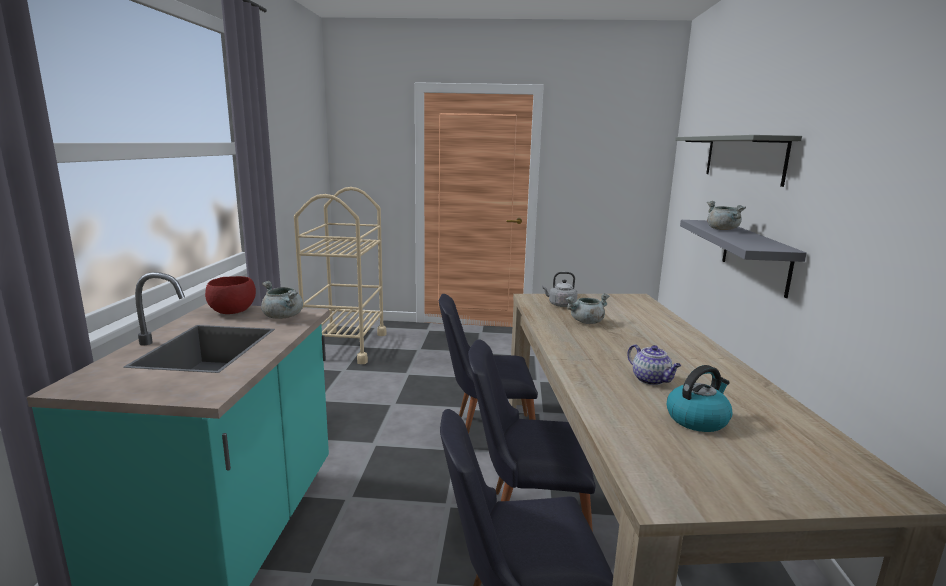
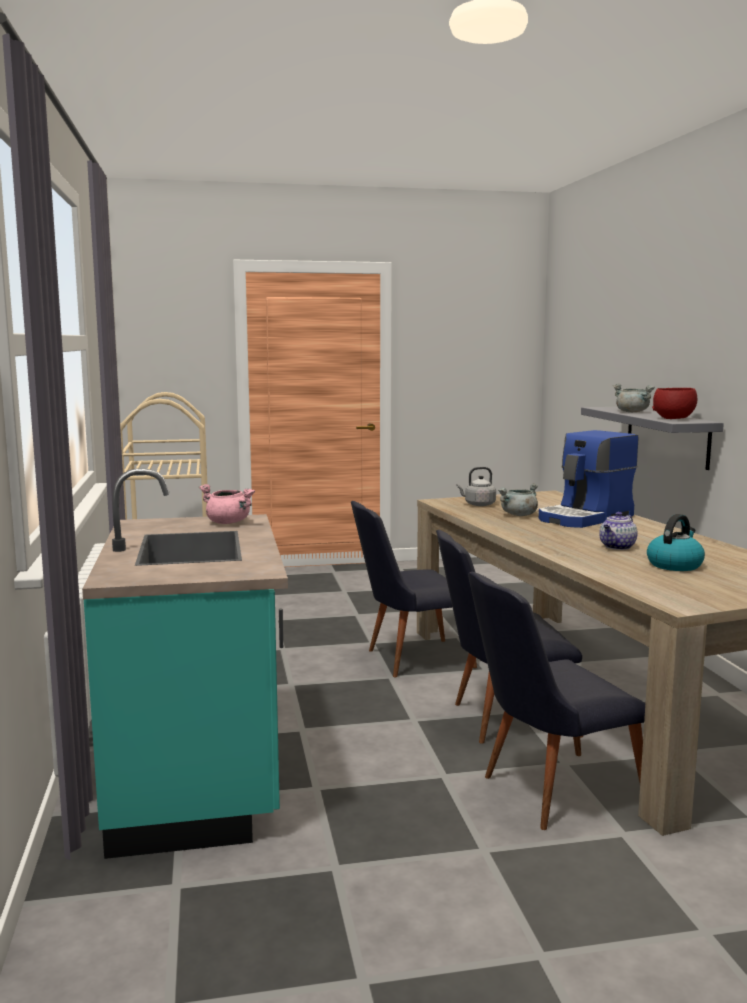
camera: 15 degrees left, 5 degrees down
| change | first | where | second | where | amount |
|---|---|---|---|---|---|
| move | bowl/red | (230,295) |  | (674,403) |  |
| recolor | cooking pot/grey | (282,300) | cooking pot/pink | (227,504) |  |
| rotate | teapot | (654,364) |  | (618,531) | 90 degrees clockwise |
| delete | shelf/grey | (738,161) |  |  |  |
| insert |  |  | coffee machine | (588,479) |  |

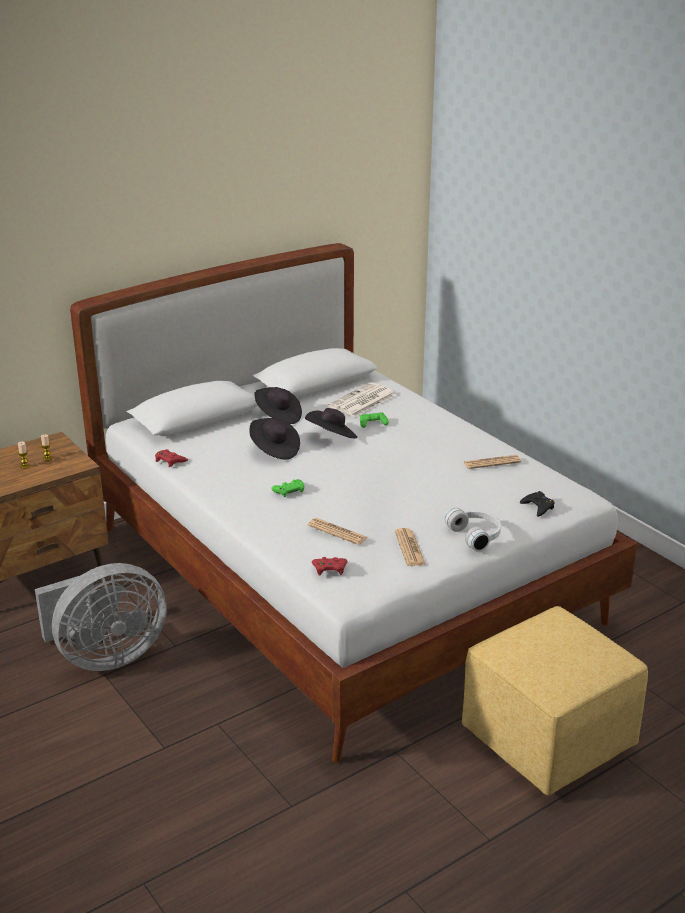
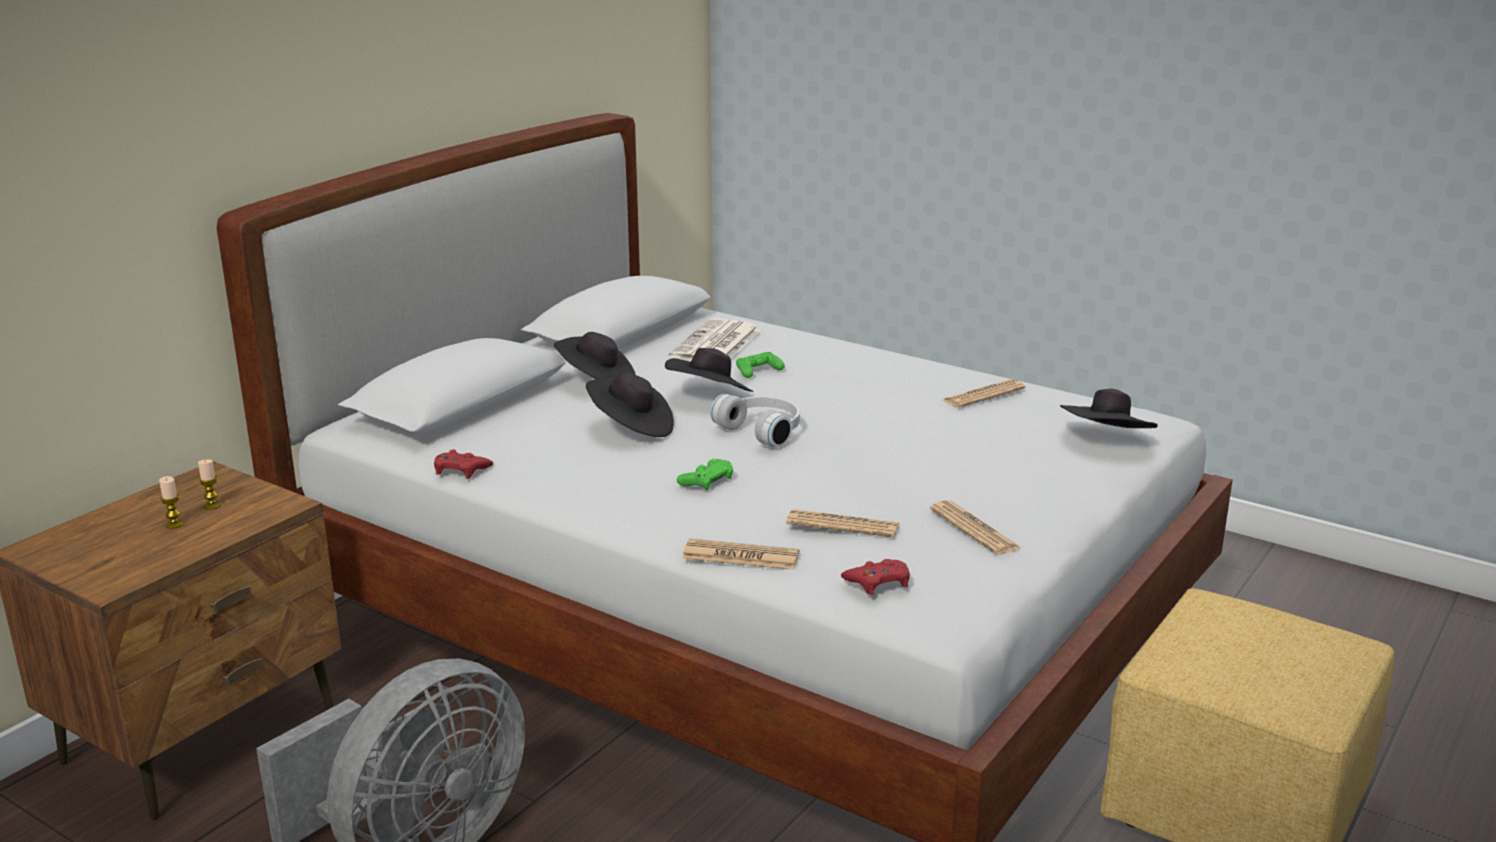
camera: 20 degrees left, 5 degrees down
| change | first | where | second | where | amount |
|---|---|---|---|---|---|
| move | headphones/white | (472,529) |  | (755,420) |  |
| replace | game controller/black | (537,504) | hat/black | (1109,408) |  |
| insert |  |  | newspaper | (740,554) |  |

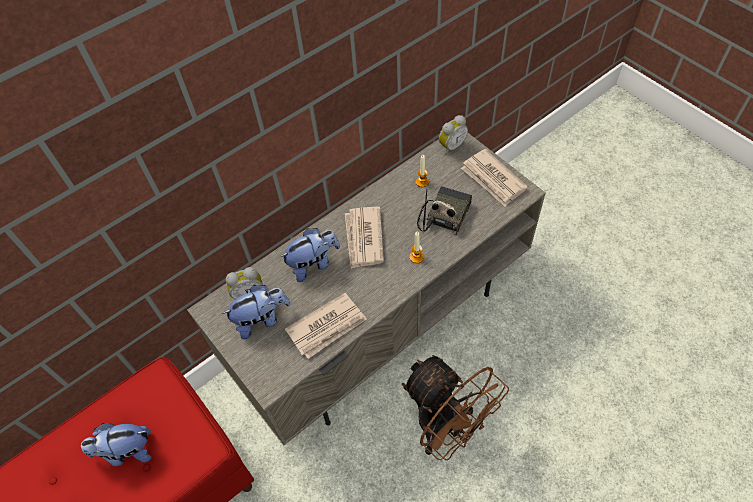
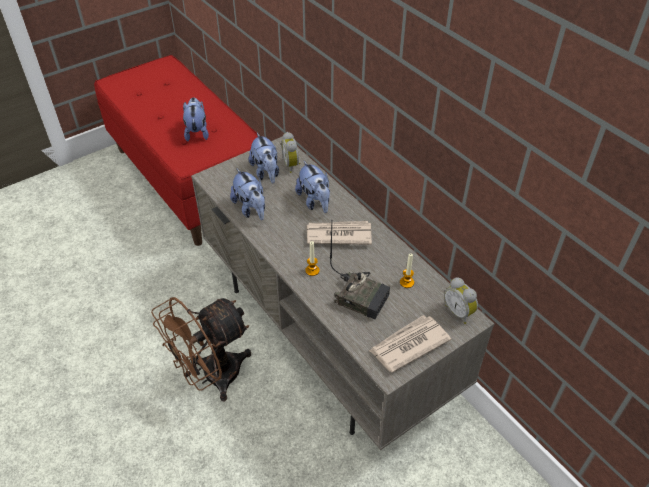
camera: 90 degrees right, 10 degrees down
| change | first | where | second | where | amount |
|---|---|---|---|---|---|
| replace | newspaper | (326,326) | plush toy | (247,194) |  |

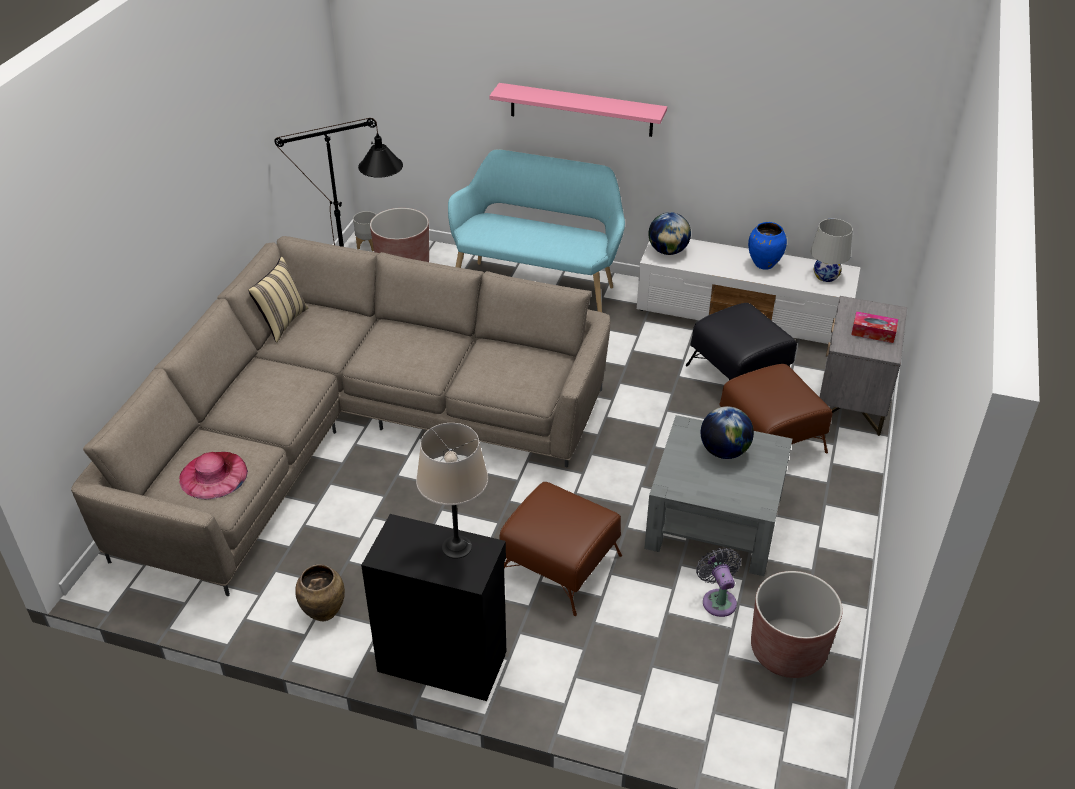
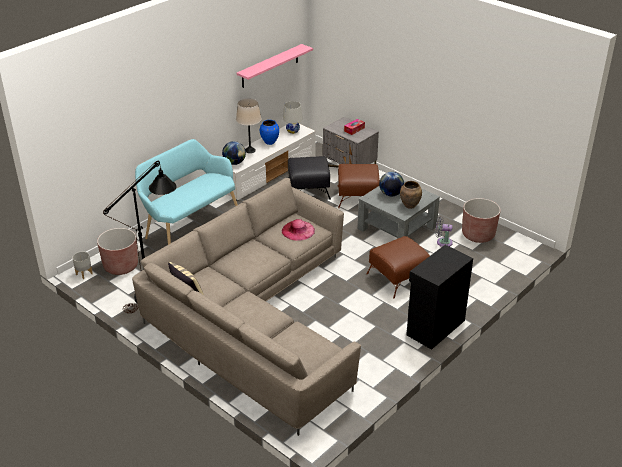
camera: 65 degrees left, 5 degrees down
| change | first | where | second | where | amount |
|---|---|---|---|---|---|
| move | hat/pink | (213,475) |  | (298,230) |  |
| move | vase/brown | (320,592) |  | (411,195) |  |
| move | table lamp/beige | (452,491) |  | (249,125) |  |
| move | shelf/pink | (578,110) |  | (275,66) |  |

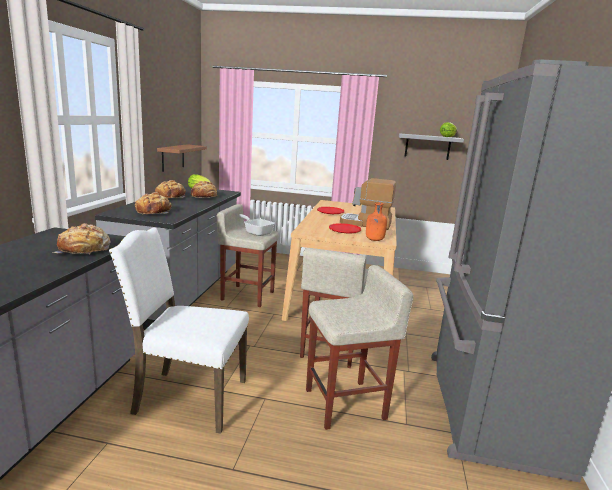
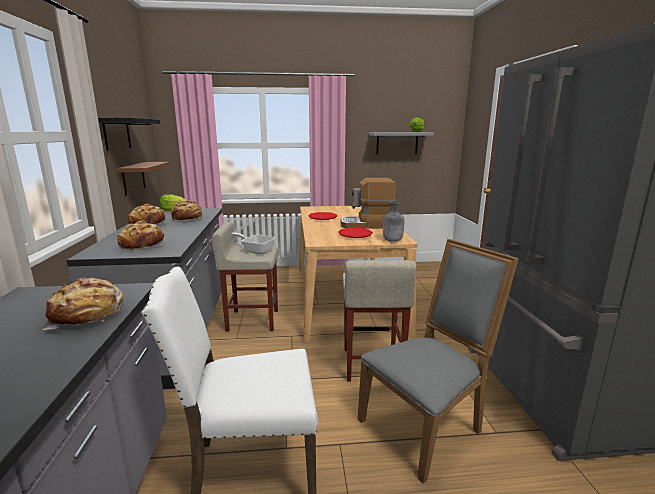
camera: 15 degrees left, 0 degrees up
| change | first | where | second | where | amount |
|---|---|---|---|---|---|
| replace | stool/beige | (359,347) | chair/grey | (438,361) |  |
| recolor | bottle/orange | (376,221) | bottle/grey | (393,221) |  |
| insert |  |  | shelf/black | (129,134) |  |

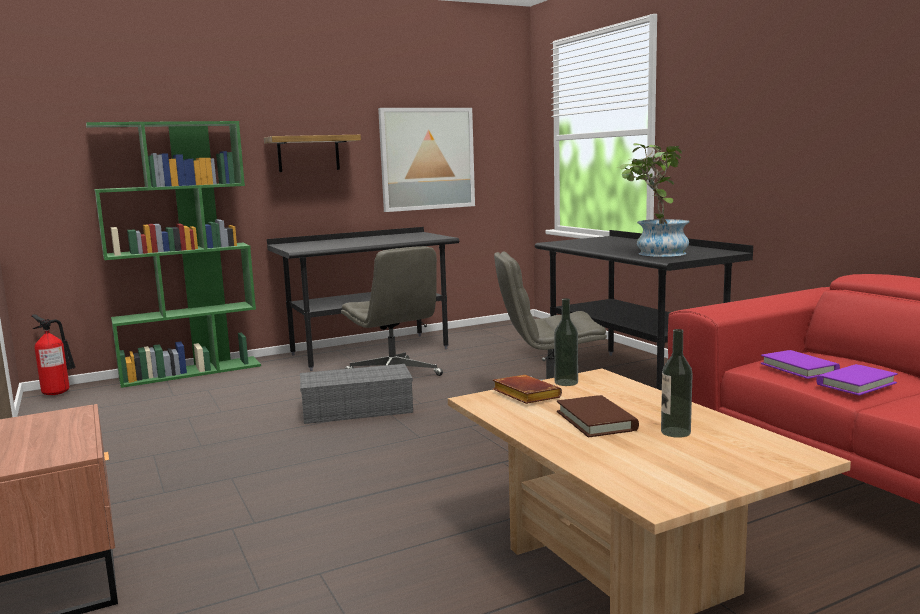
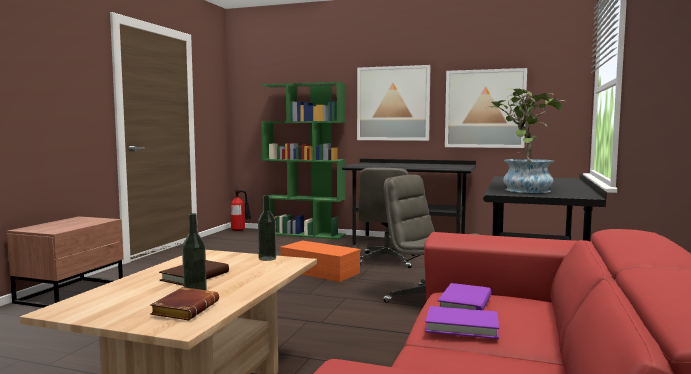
camera: 45 degrees right, 5 degrees down
| change | first | where | second | where | amount |
|---|---|---|---|---|---|
| replace | shelf | (312,153) | picture | (394,103) |  |
| recolor | storage box/grey | (356,394) | storage box/orange | (320,261) |  |
| move | book/brown | (527,389) |  | (184,303) |  |

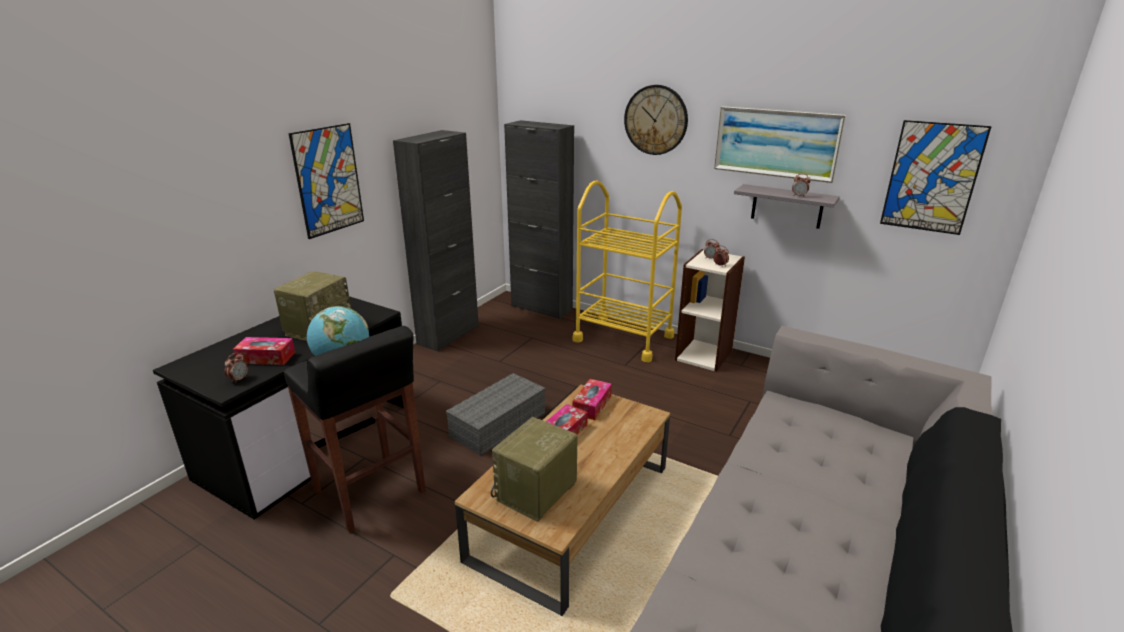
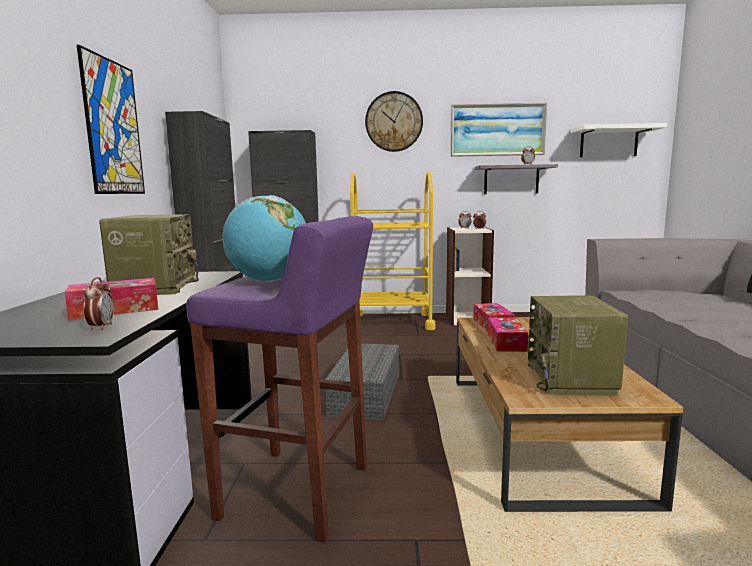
camera: 30 degrees left, 15 degrees down
| change | first | where | second | where | amount |
|---|---|---|---|---|---|
| recolor | stool/black | (354,429) | stool/purple | (279,379) |  |
| replace | picture | (936,177) | shelf/white | (619,140) |  |

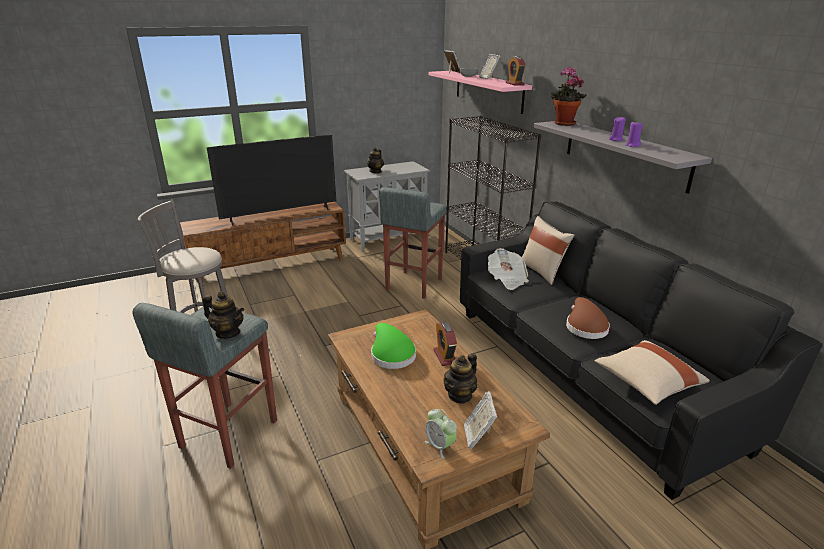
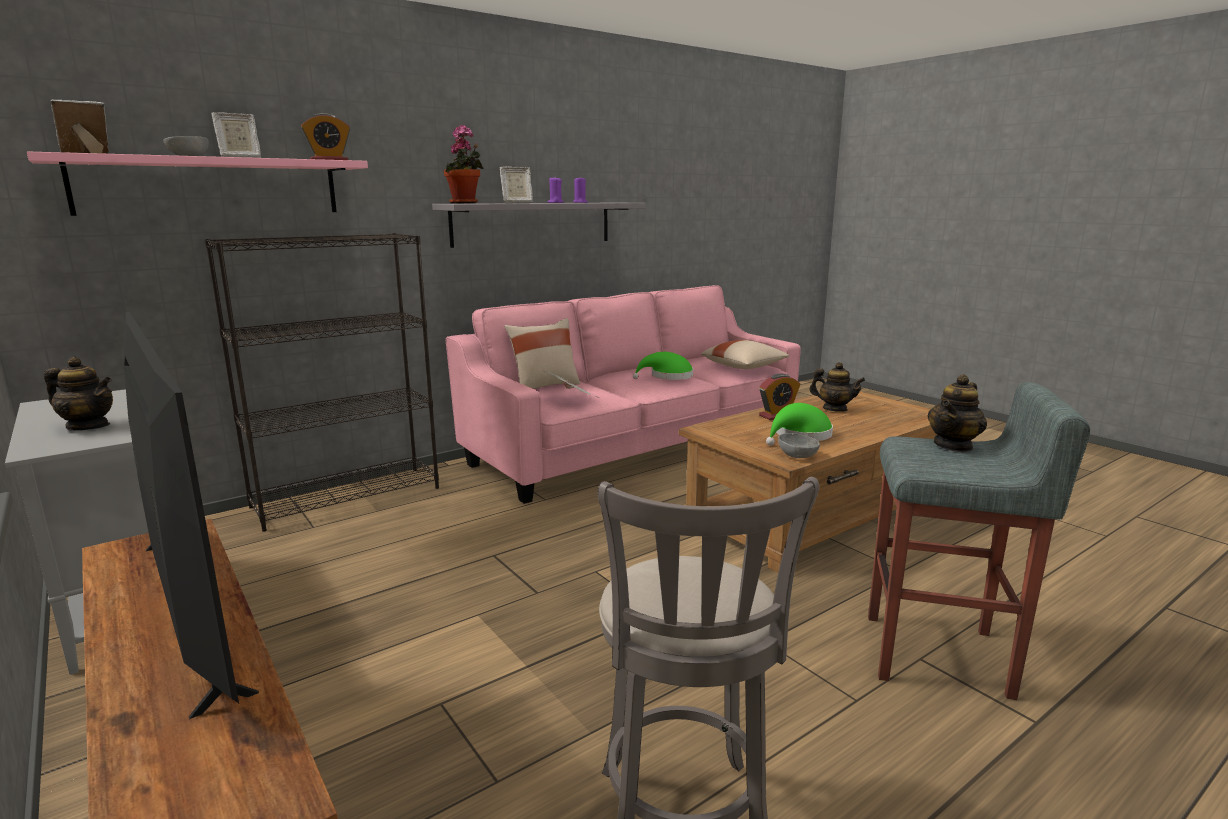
camera: 100 degrees left, 10 degrees down
| change | first | where | second | where | amount |
|---|---|---|---|---|---|
| rotate | teapot | (223,315) |  | (957,413) | 150 degrees counterclockwise |
| delete | stool/grey | (412,243) |  |  |  |
| delete | alarm clock | (441,434) |  |  |  |
| recolor | sofa/black | (641,350) | sofa/pink | (623,394) |  |
| move | picture frame | (480,420) |  | (516,185) |  |
| recolor | hat/brown | (588,318) | hat/green | (663,366) |  |
| insert |  |  | bowl/grey | (799,445) |  |

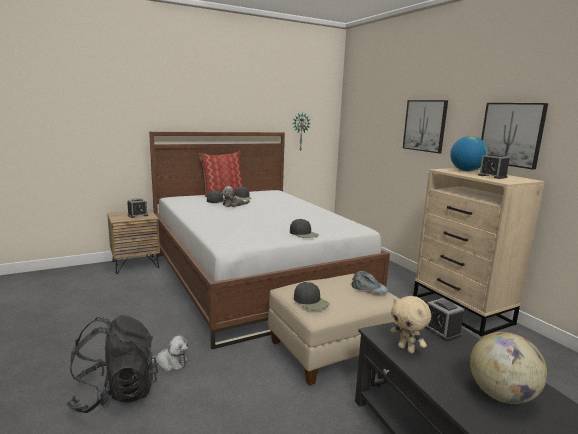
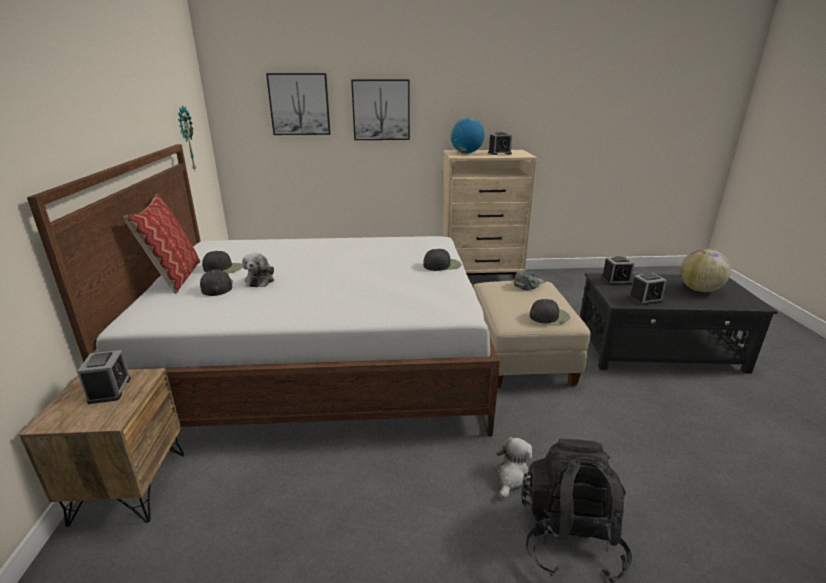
camera: 65 degrees left, 10 degrees up
| change | first | where | second | where | amount |
|---|---|---|---|---|---|
| replace | plush toy/beige | (410,325) | alarm clock | (647,289) |  |
| move | picture | (514,136) |  | (298,104) |  |

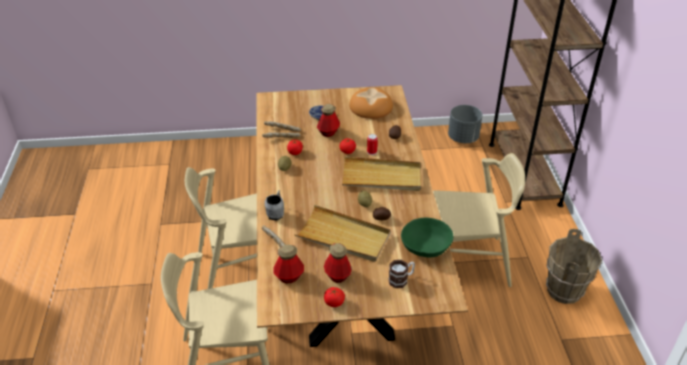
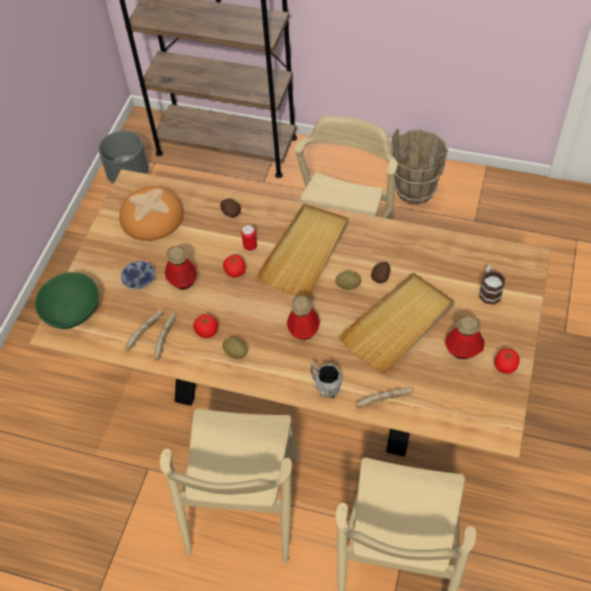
camera: 65 degrees left, 15 degrees up
| change | first | where | second | where | amount |
|---|---|---|---|---|---|
| move | bottle | (288,264) |  | (303,317) |  |
| move | bowl/green | (427,237) |  | (67,300) |  |

